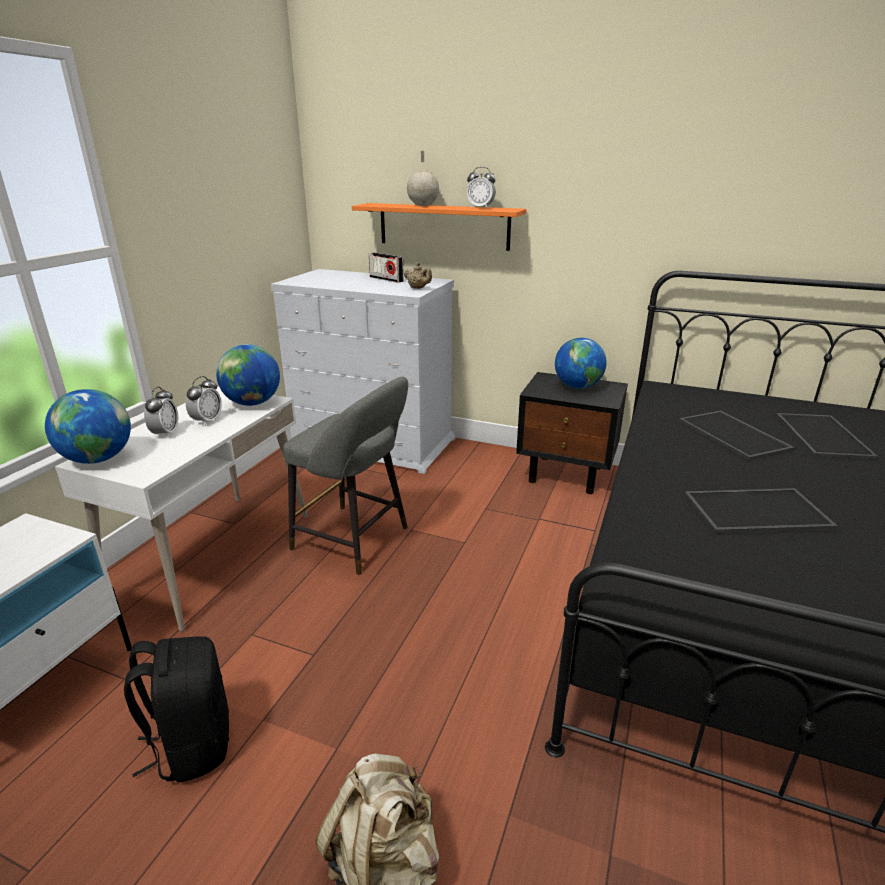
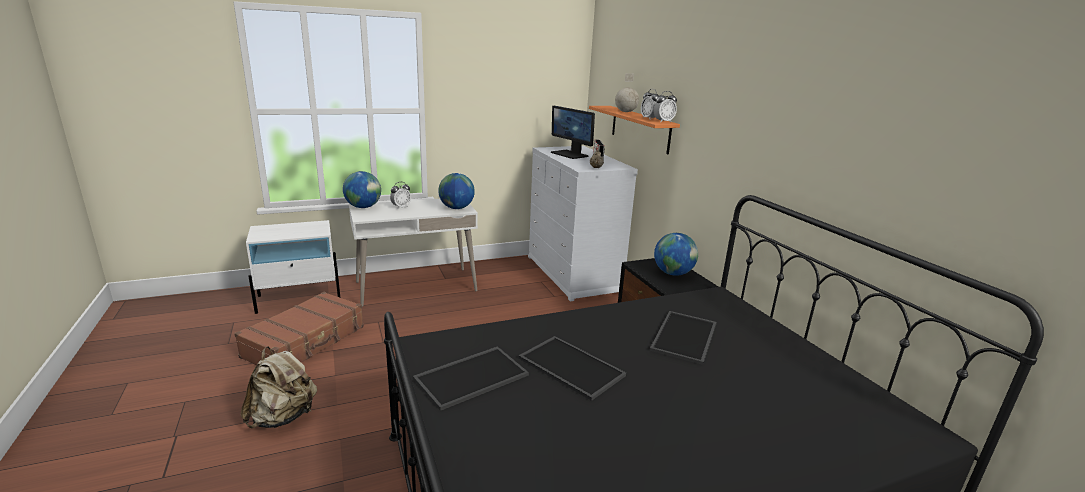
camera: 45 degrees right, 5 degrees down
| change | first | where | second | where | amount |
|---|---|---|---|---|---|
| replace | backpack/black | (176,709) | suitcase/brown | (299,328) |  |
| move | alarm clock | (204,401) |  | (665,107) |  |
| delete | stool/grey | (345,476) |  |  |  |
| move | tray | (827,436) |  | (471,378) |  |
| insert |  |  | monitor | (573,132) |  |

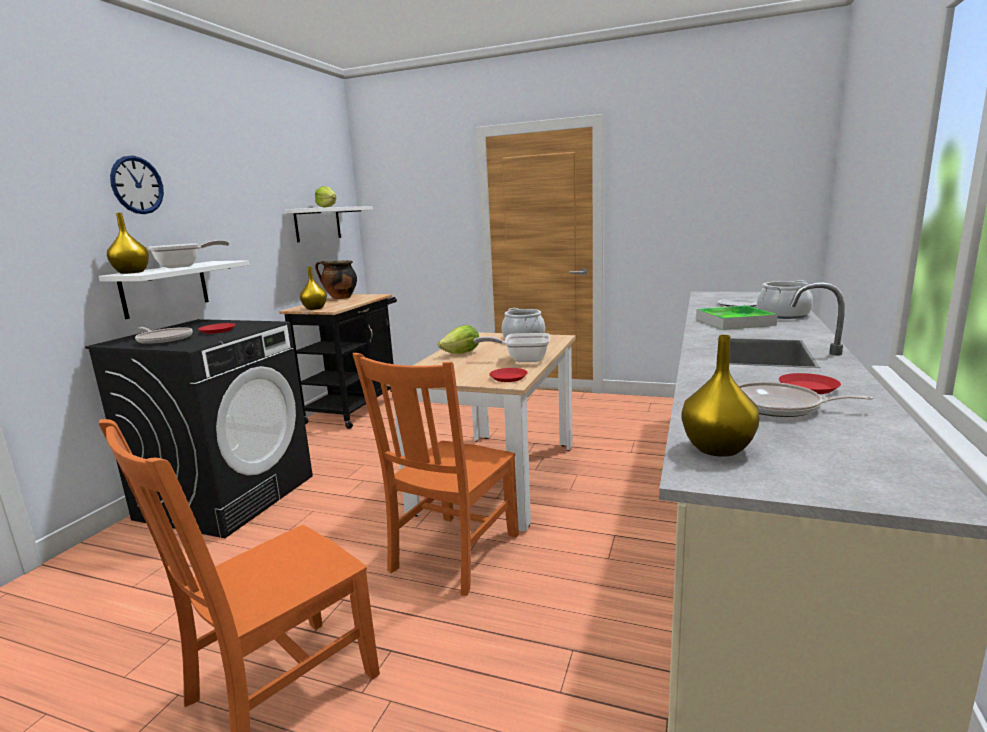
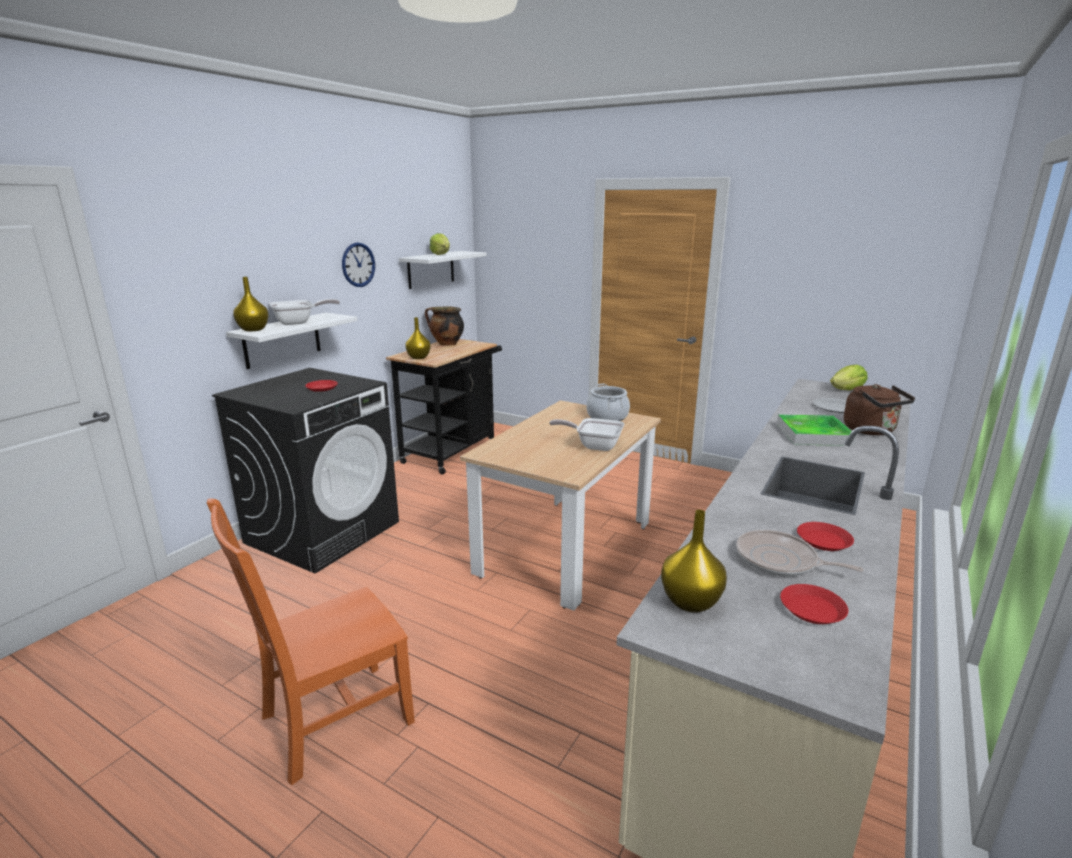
camera: 10 degrees right, 5 degrees up
| change | first | where | second | where | amount |
|---|---|---|---|---|---|
| move | wall clock | (137,184) |  | (358,264) |  |
| delete | frying pan | (164,336) |  |  |  |
| delete | chair/orange | (436,474) |  |  |  |
| move | lettuce | (458,339) |  | (849,377) |  |
| move | plate/red | (508,375) |  | (814,604) |  |
| replace | cooking pot | (785,299) | kettle/brown | (879,409) |  |

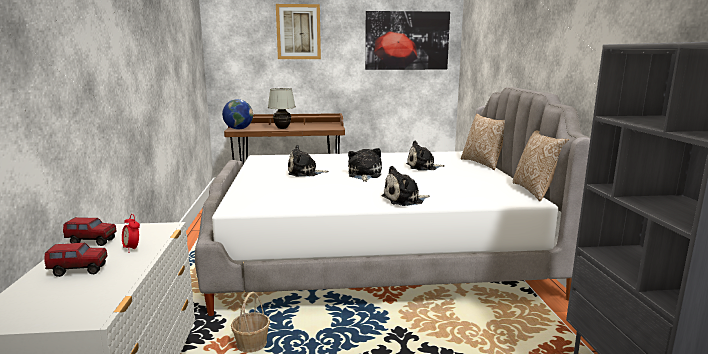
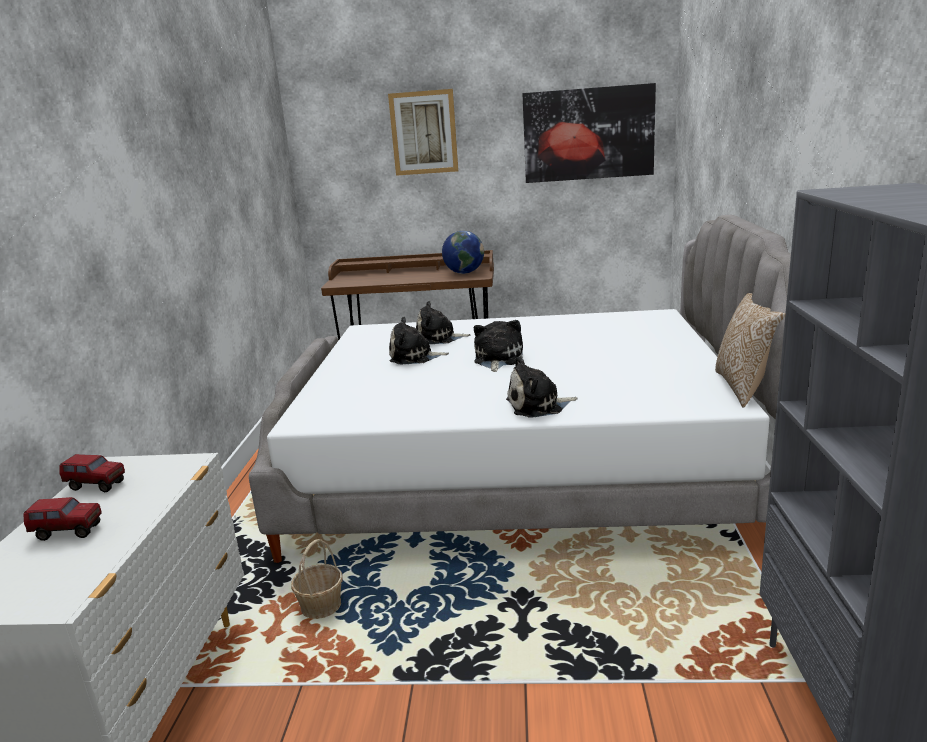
camera: 10 degrees right, 5 degrees up
| change | first | where | second | where | amount |
|---|---|---|---|---|---|
| delete | alarm clock | (131,233) |  |  |  |
| move | globe | (237,114) |  | (463,252) |  |
| delete | table lamp/white | (282,108) |  |  |  |
| move | plush toy | (425,156) |  | (443,322) |  |
| delete | pillow | (483,142) |  |  |  |

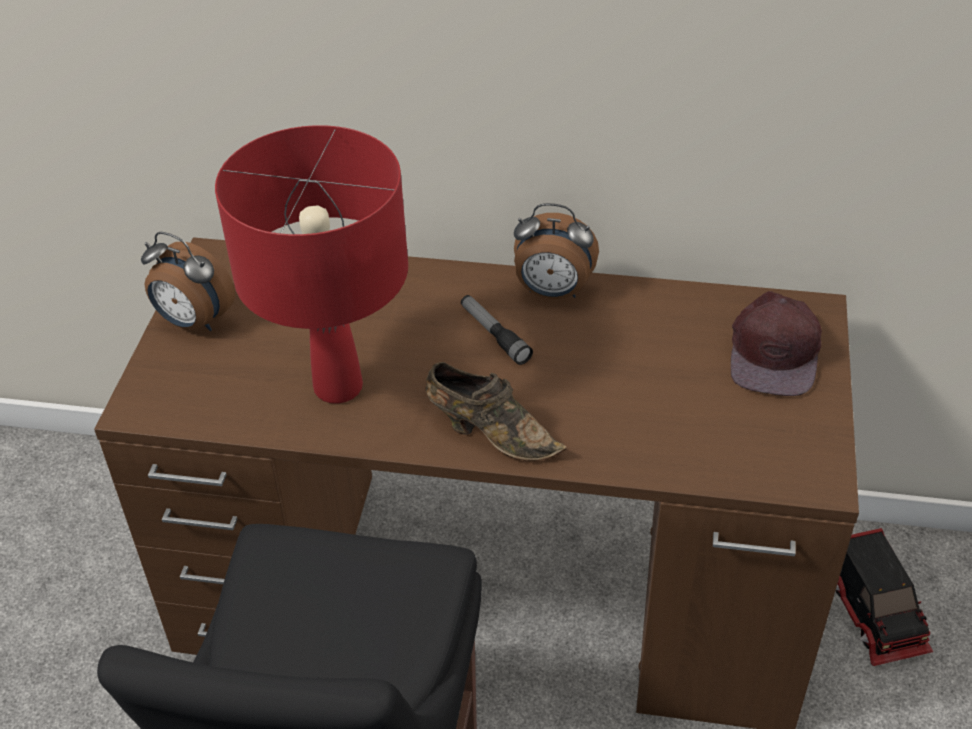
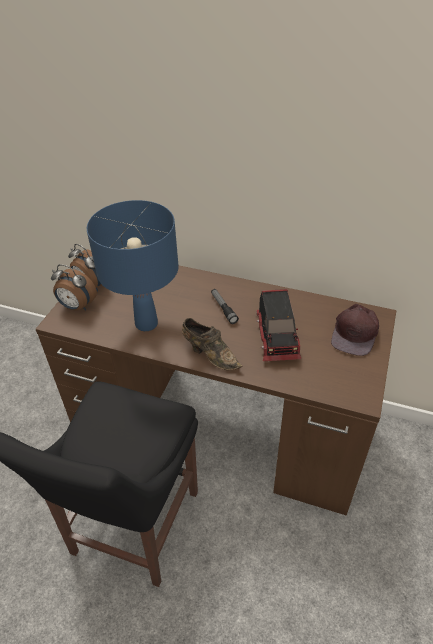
camera: 10 degrees right, 0 degrees up
| change | first | where | second | where | amount |
|---|---|---|---|---|---|
| recolor | table lamp/red | (311,264) | table lamp/blue | (133,265) |  |
| move | alarm clock | (556,251) |  | (74,287) |  |
| move | toy truck | (884,597) |  | (278,325) |  |

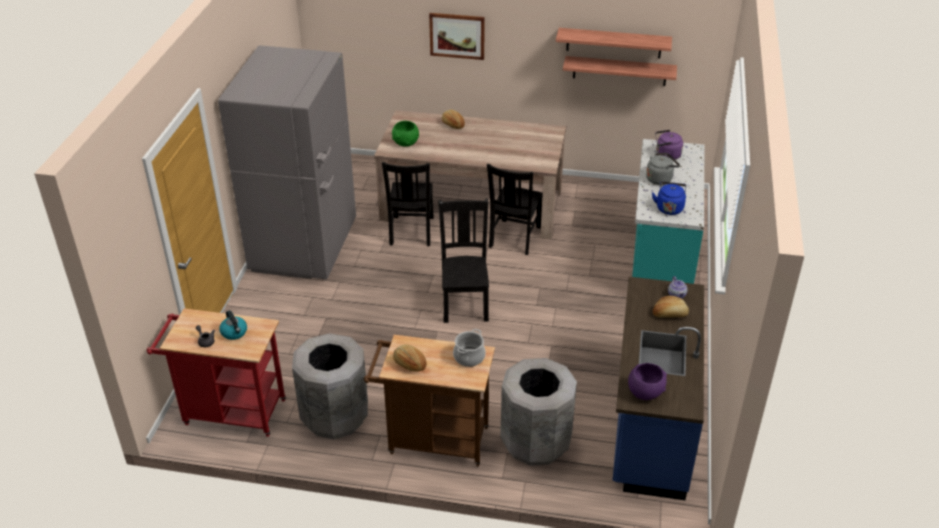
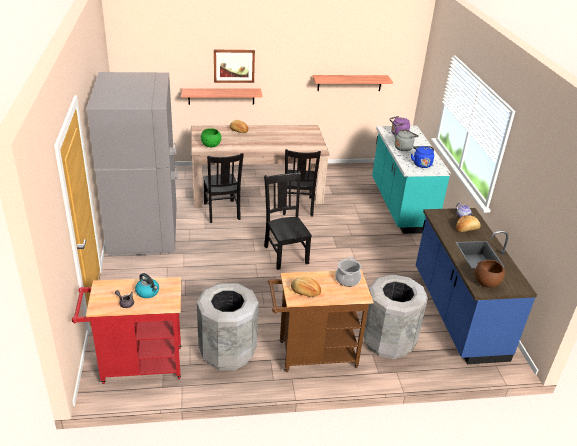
camera: 20 degrees left, 5 degrees down
| change | first | where | second | where | amount |
|---|---|---|---|---|---|
| move | shelf | (614,43) |  | (221,96) |  |
| recolor | bowl/purple | (647,381) | bowl/brown | (490,274) |  |

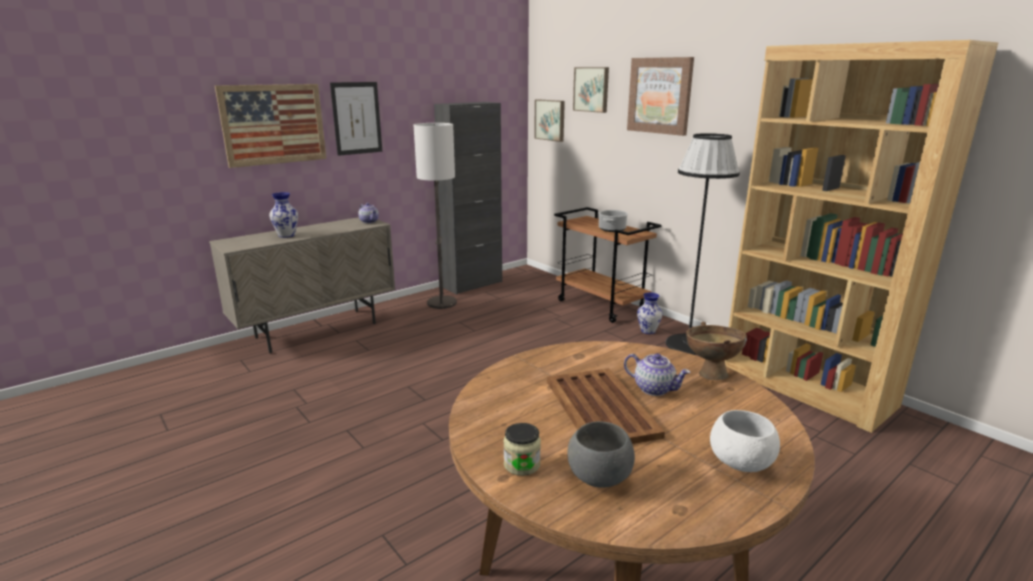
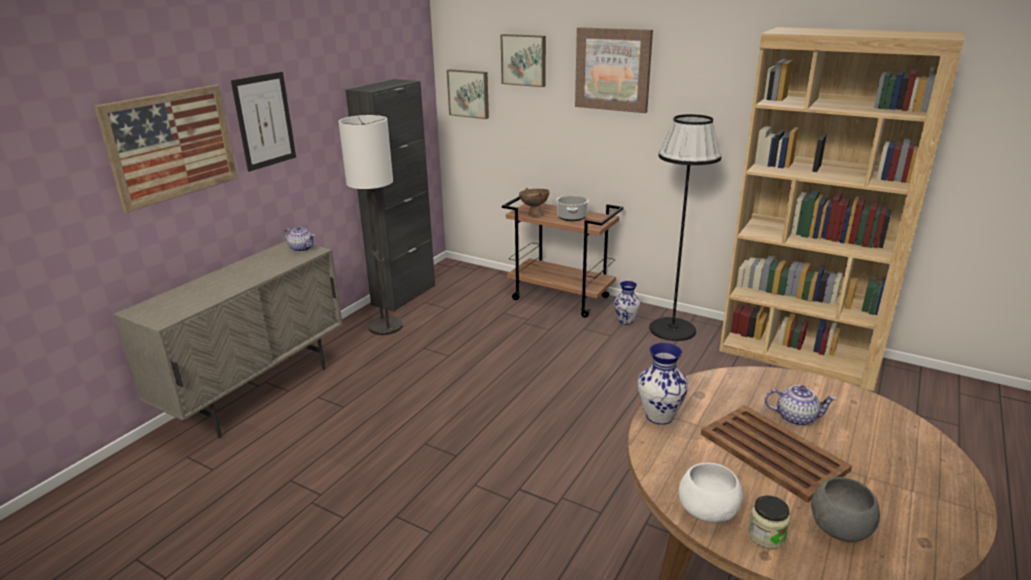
camera: 20 degrees left, 5 degrees up
| change | first | where | second | where | amount |
|---|---|---|---|---|---|
| move | vase | (283,215) |  | (663,384) |  |
| move | bowl/brown | (716,351) |  | (534,202) |  |
| move | bowl/white | (745,441) |  | (711,493) |  |

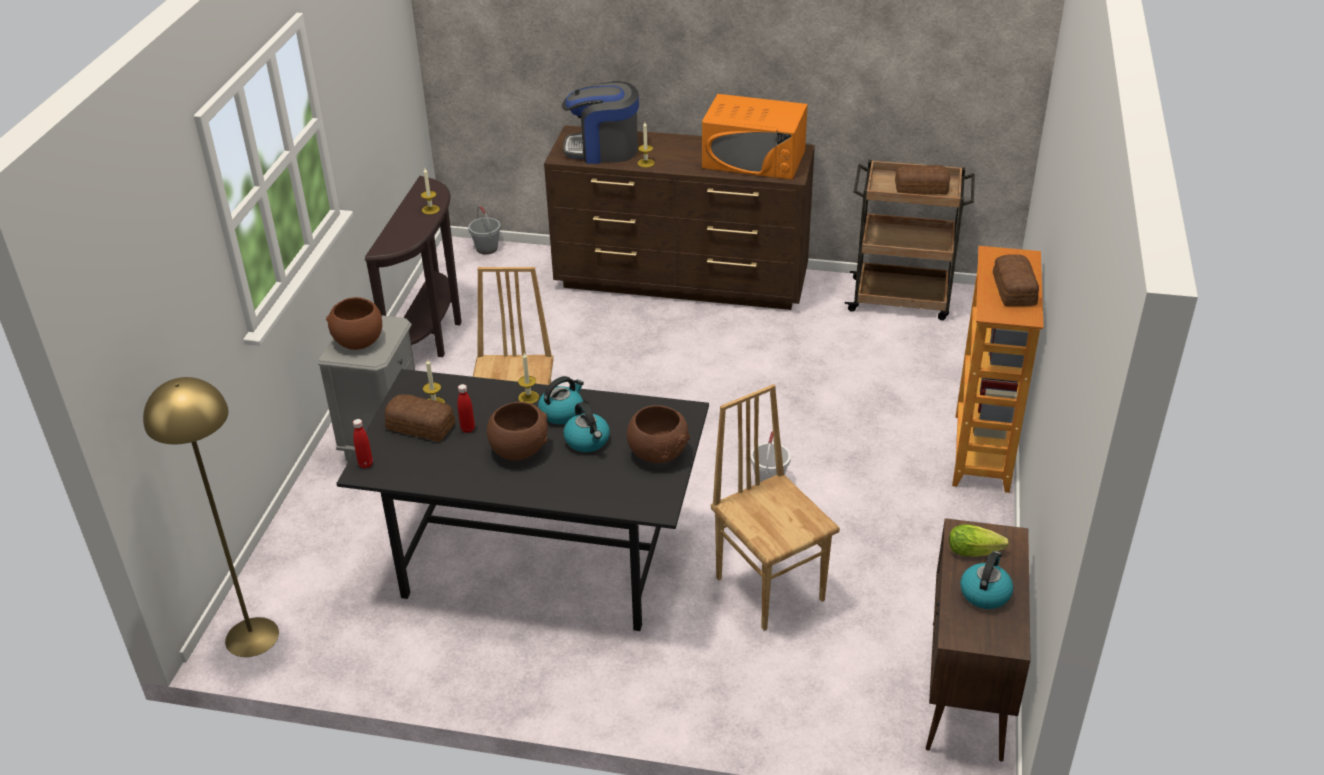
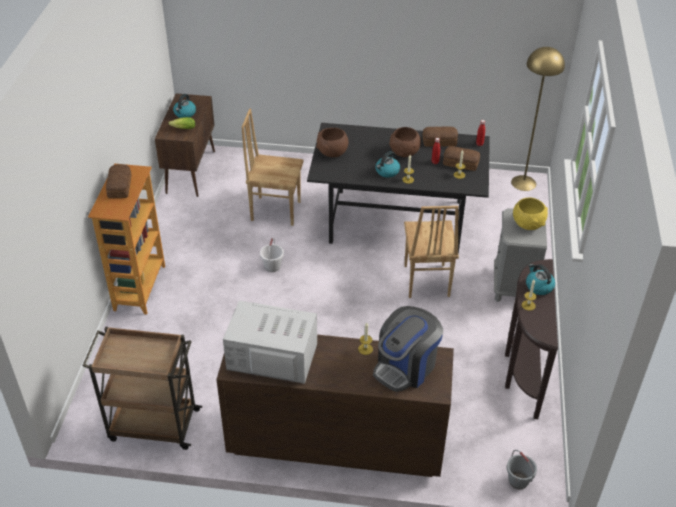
camera: 175 degrees right, 5 degrees up
| change | first | where | second | where | amount |
|---|---|---|---|---|---|
| recolor | bowl/brown | (354,323) | bowl/yellow | (530,214) |  |
| rotate | coffee machine | (600,122) |  | (408,349) | 135 degrees clockwise |
| move | kettle | (586,427) |  | (540,279) |  |
| recolor | microwave/orange | (755,137) | microwave/white | (270,342) |  |
| rotate | chair/brown | (775,507) |  | (272,167) | 135 degrees clockwise |
| move | bread | (922,180) |  | (440,136) |  |

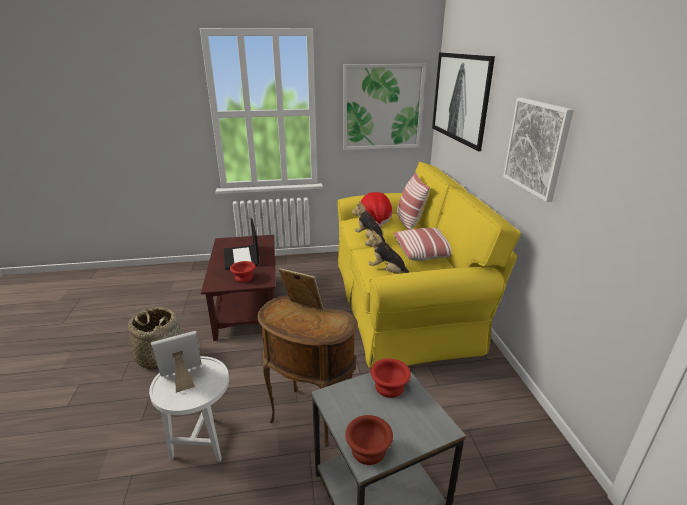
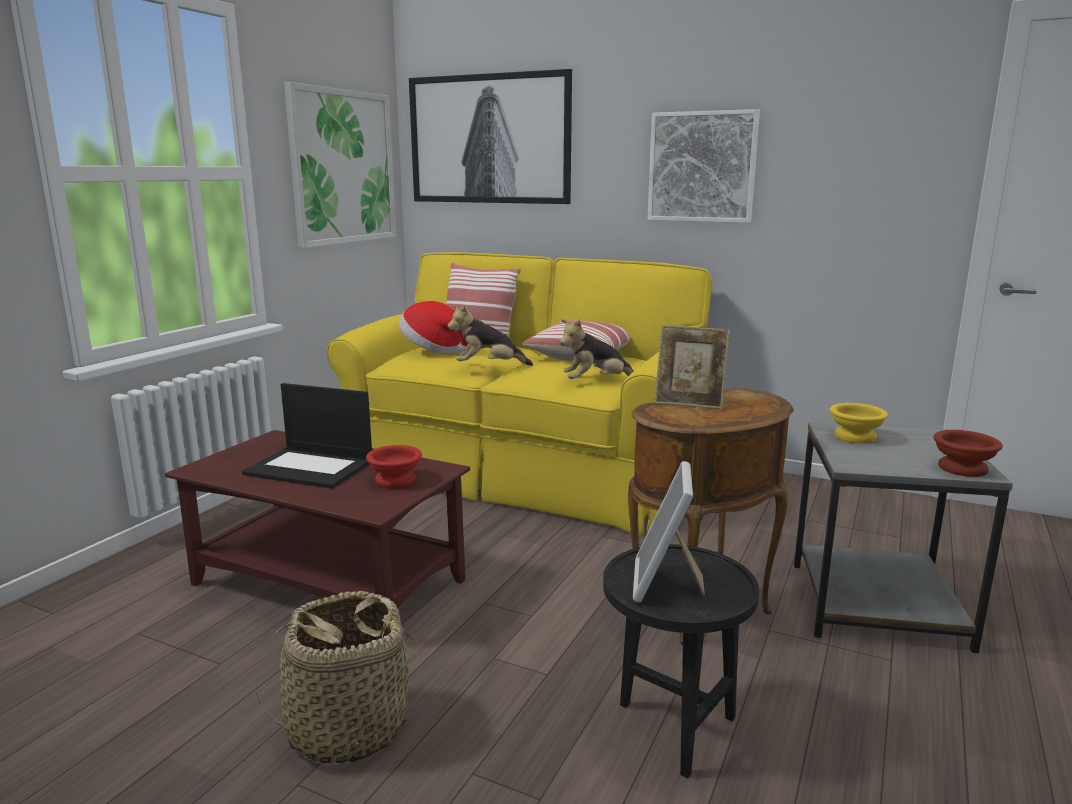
camera: 55 degrees left, 10 degrees down
| change | first | where | second | where | amount |
|---|---|---|---|---|---|
| recolor | side table/white | (189,409) | side table/black | (681,661) |  |
| rotate | picture frame | (301,289) |  | (692,367) | 135 degrees counterclockwise |
| recolor | bowl/red | (391,378) | bowl/yellow | (859,423) |  |

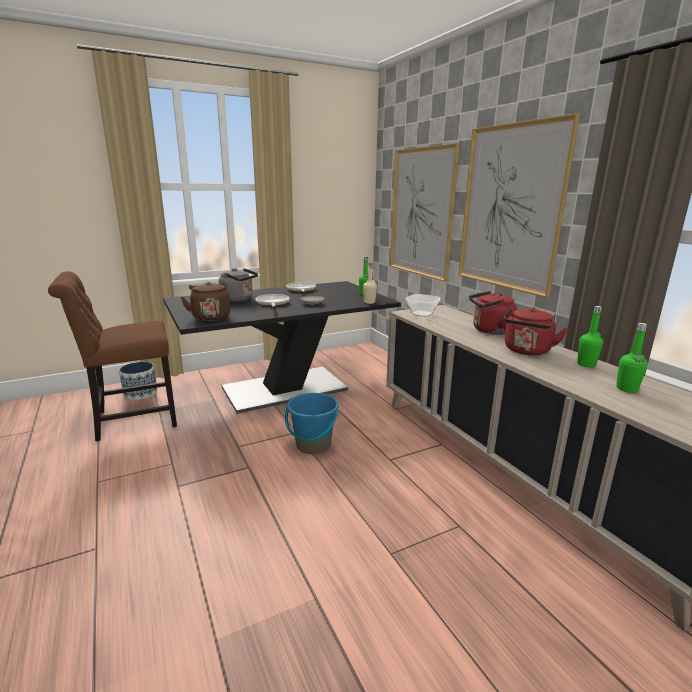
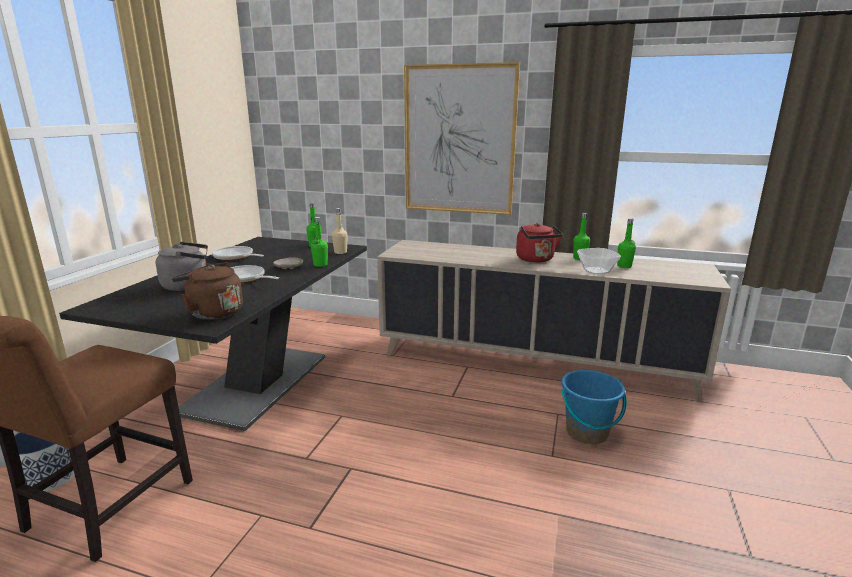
camera: 45 degrees left, 0 degrees up
| change | first | where | second | where | amount |
|---|---|---|---|---|---|
| move | bucket/blue | (312,423) |  | (594,407) |  |
| delete | picture | (425,212) |  |  |  |
| move | bowl | (423,305) |  | (599,261) |  |
| delete | kettle/red | (493,313) |  |  |  |
| insert |  |  | bottle/green | (319,242) |  |

